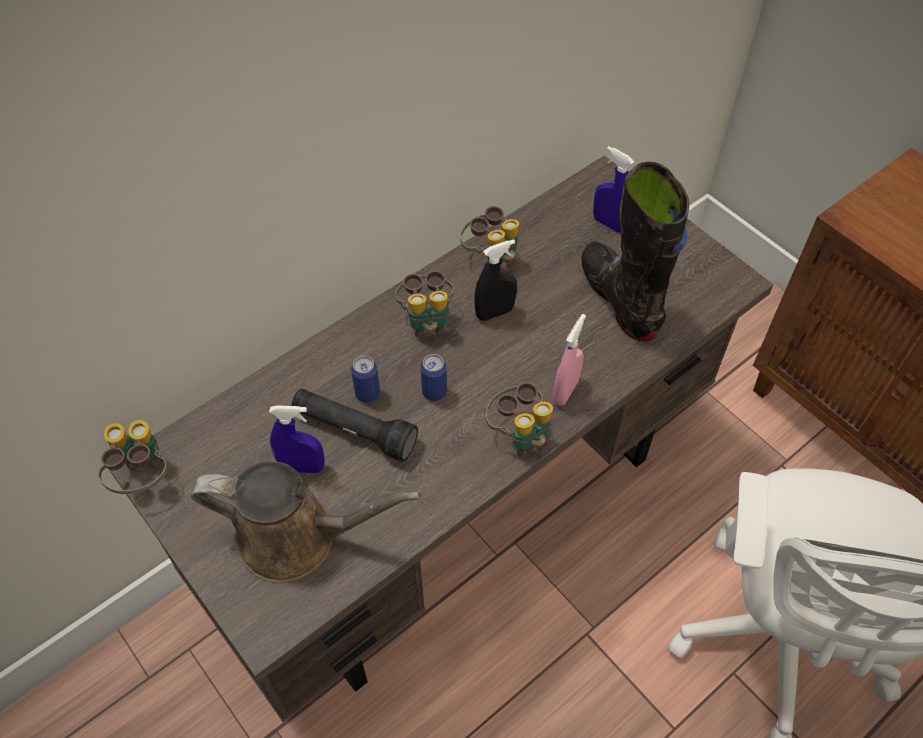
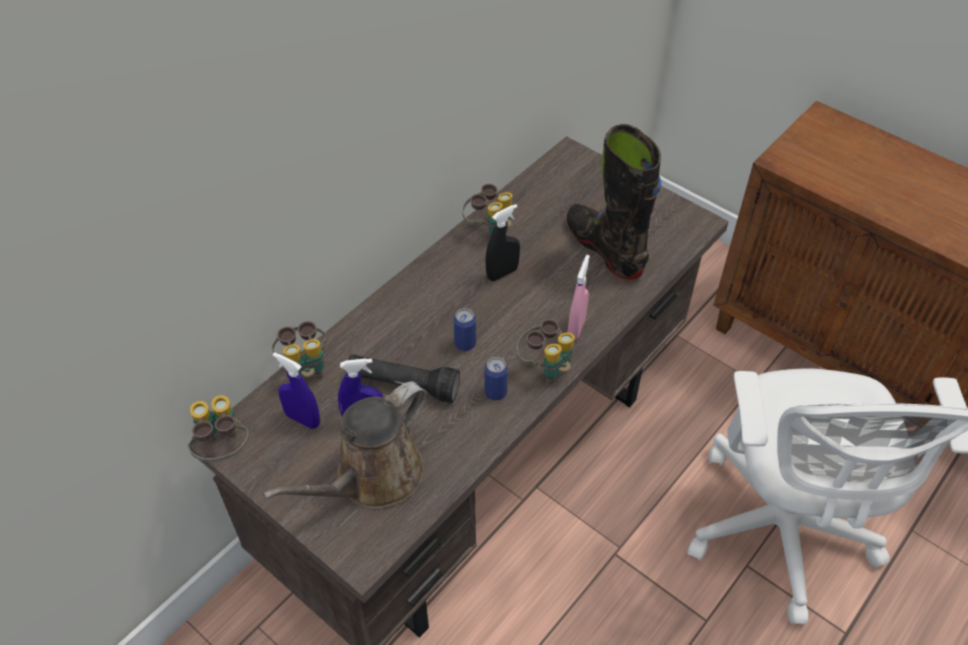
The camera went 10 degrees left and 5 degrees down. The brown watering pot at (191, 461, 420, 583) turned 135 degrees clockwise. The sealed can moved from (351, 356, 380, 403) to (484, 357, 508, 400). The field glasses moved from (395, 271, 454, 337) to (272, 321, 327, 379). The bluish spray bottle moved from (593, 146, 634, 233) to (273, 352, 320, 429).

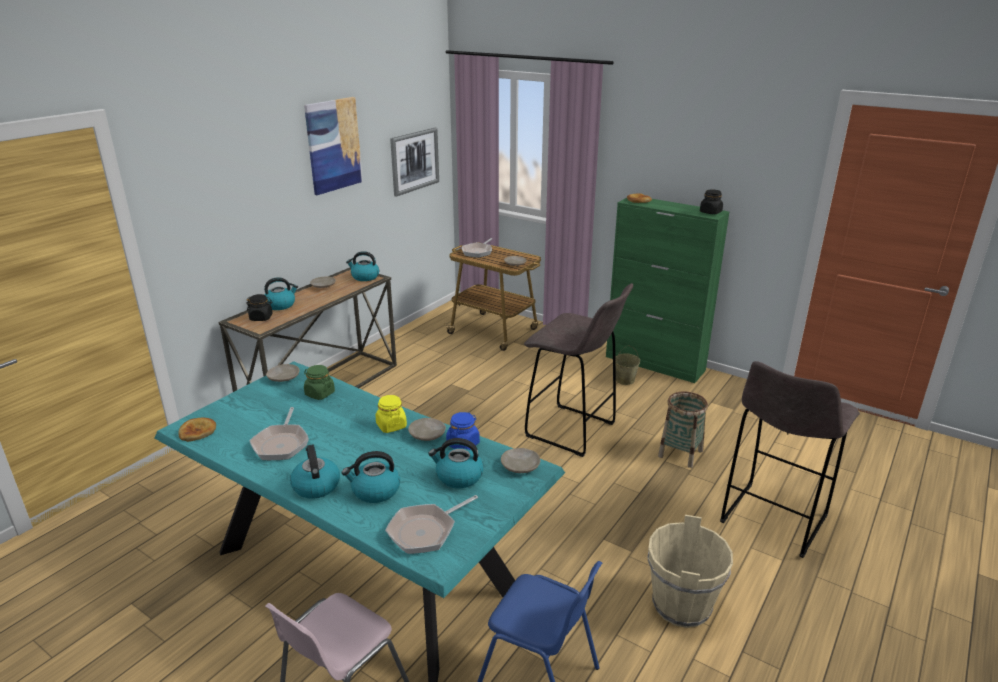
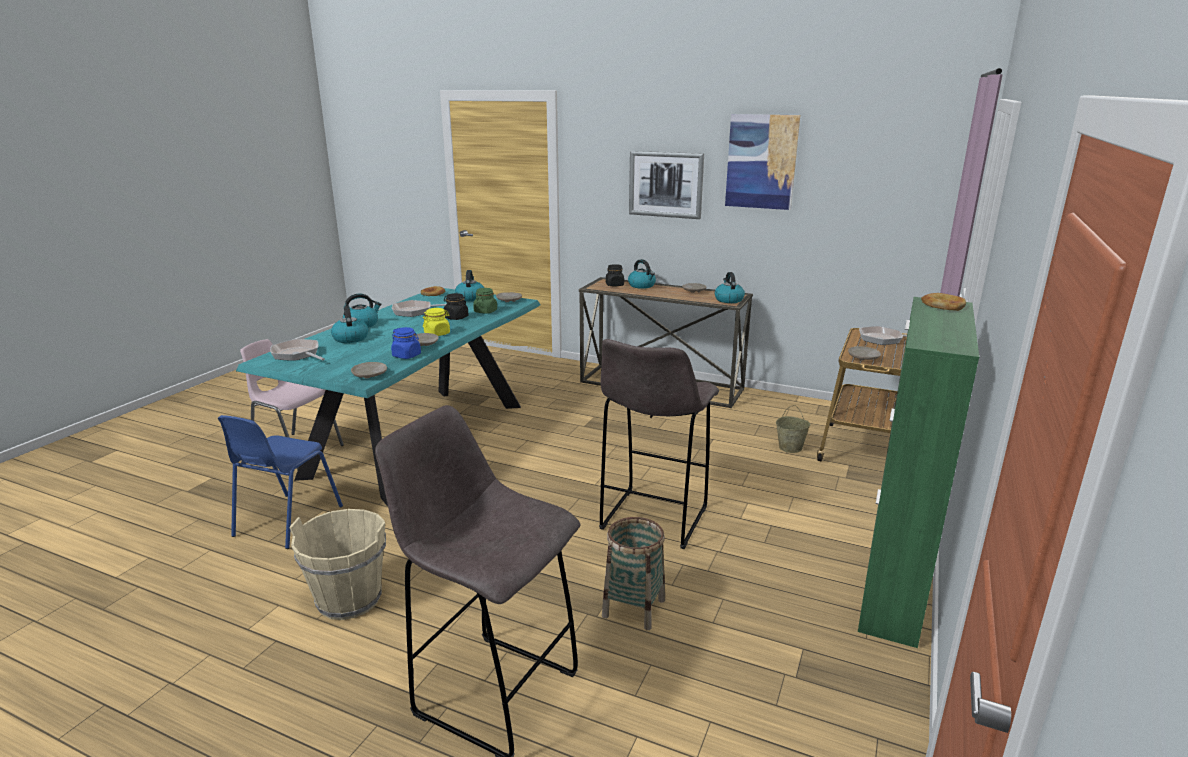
The camera went 80 degrees right and 5 degrees down. The wall picture moved from (390, 128, 439, 197) to (629, 151, 704, 219). The water kettle moved from (428, 438, 483, 488) to (455, 270, 484, 301). The beige bucket moved from (615, 345, 640, 385) to (776, 405, 811, 453). The black preserve jar moved from (700, 189, 723, 214) to (444, 293, 469, 320).

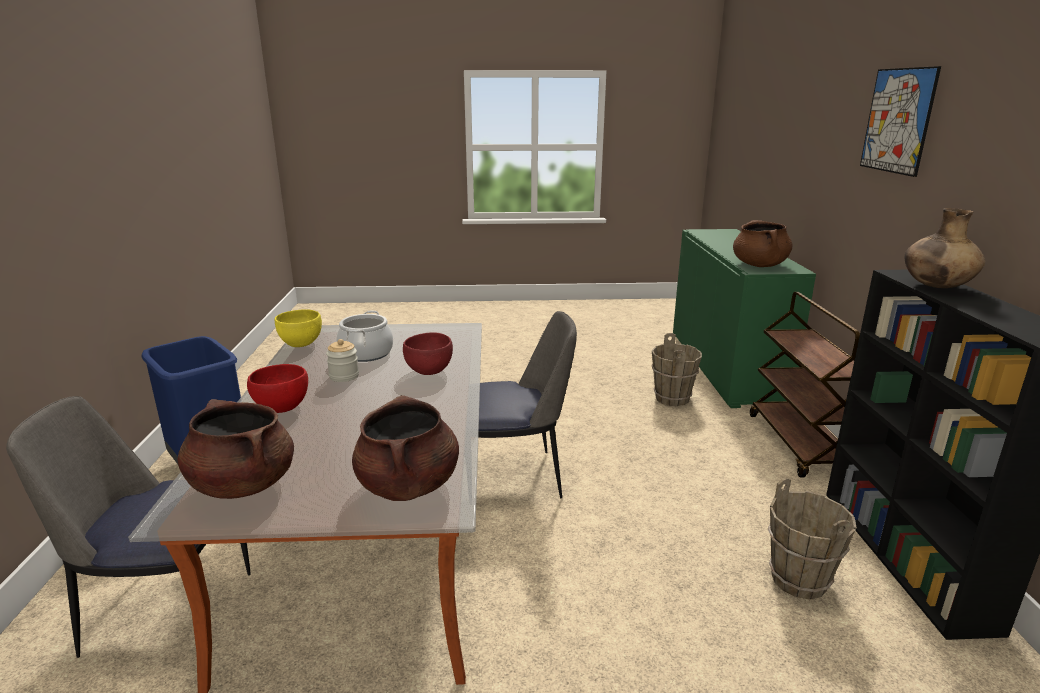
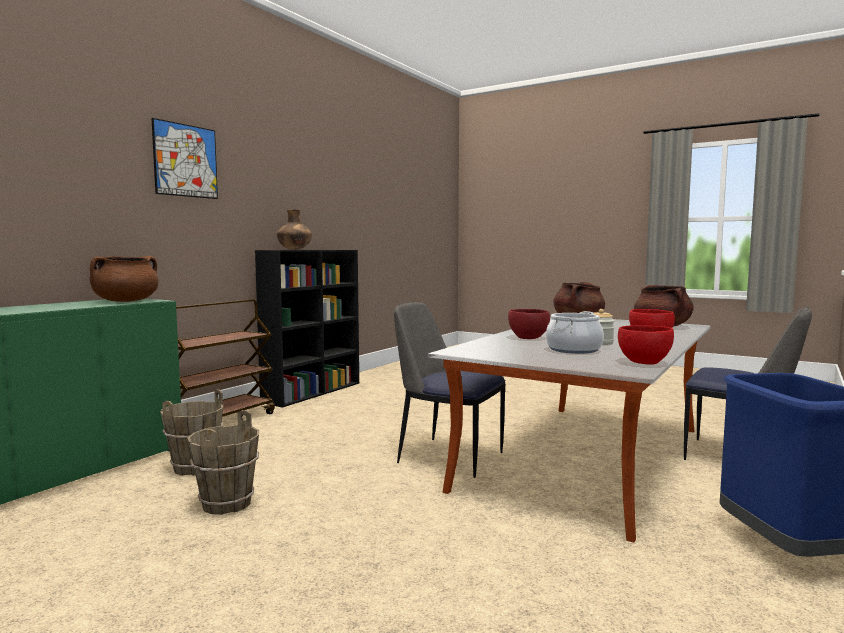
The camera went 145 degrees left and 15 degrees down. The yellowish serving bowl at (275, 309, 322, 347) became the red-coloured serving bowl at (618, 325, 674, 365). The brown bucket moved from (768, 478, 857, 599) to (187, 410, 259, 515).

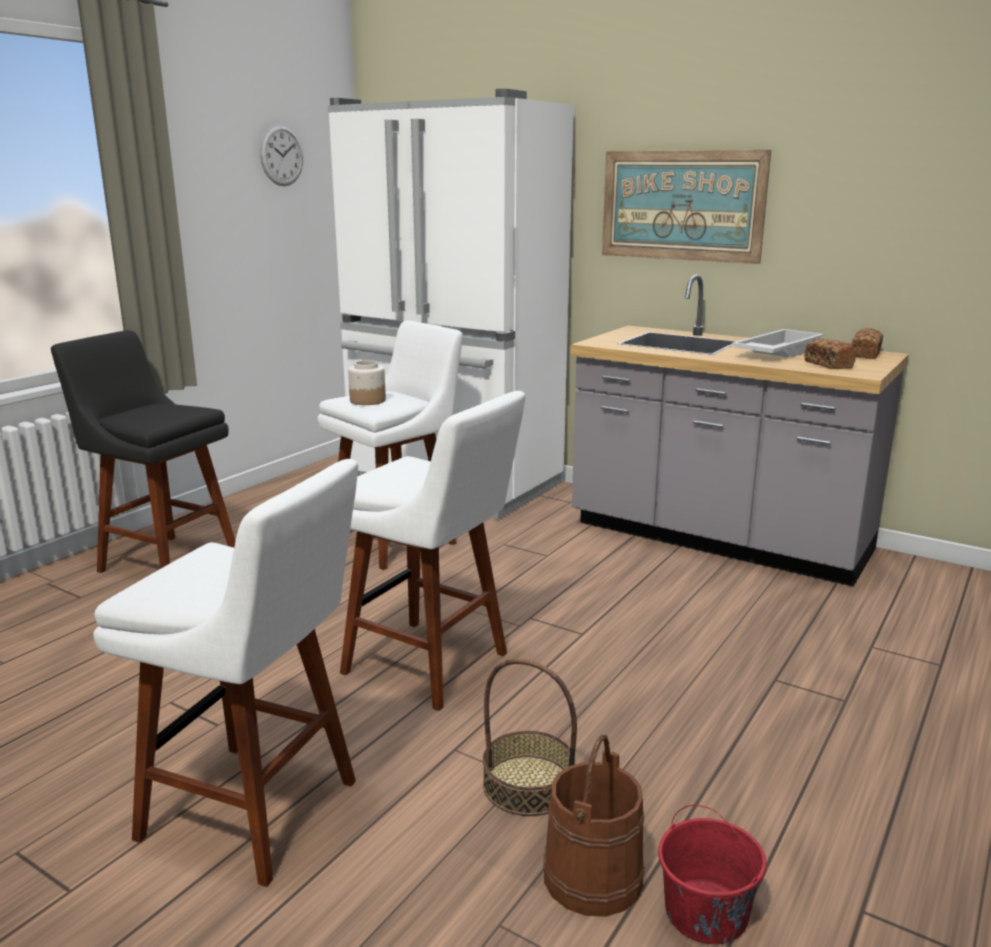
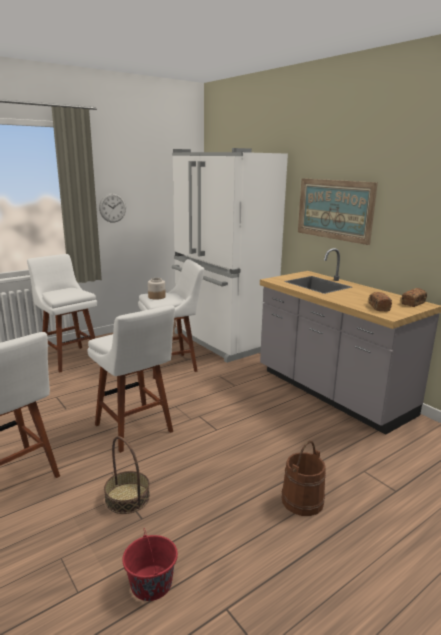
The camera went 20 degrees right and 0 degrees up. The black stool seat at (51, 330, 235, 573) became the whitish stool seat at (27, 254, 97, 373). The wall clock moved from (260, 124, 303, 186) to (99, 193, 126, 223). The brown bucket moved from (544, 735, 645, 917) to (281, 441, 326, 516). The whitish carrying tray at (732, 329, 824, 358) disappeared.

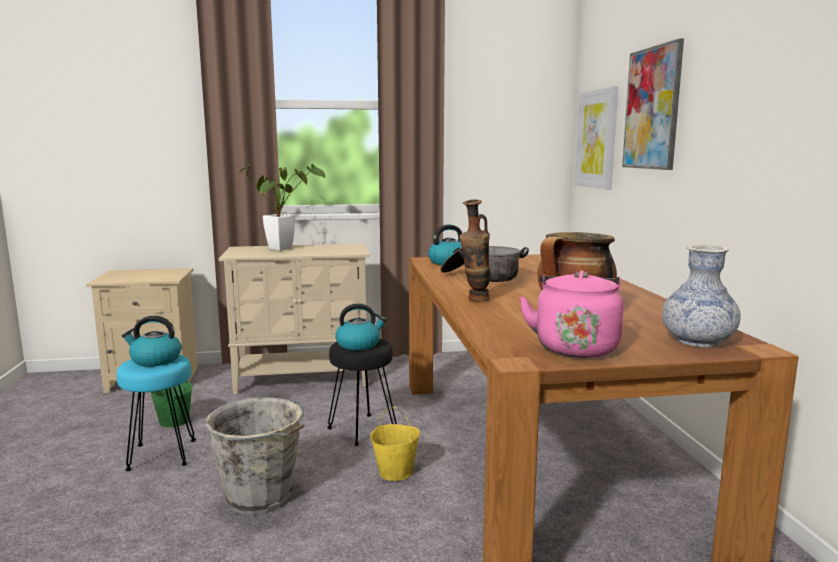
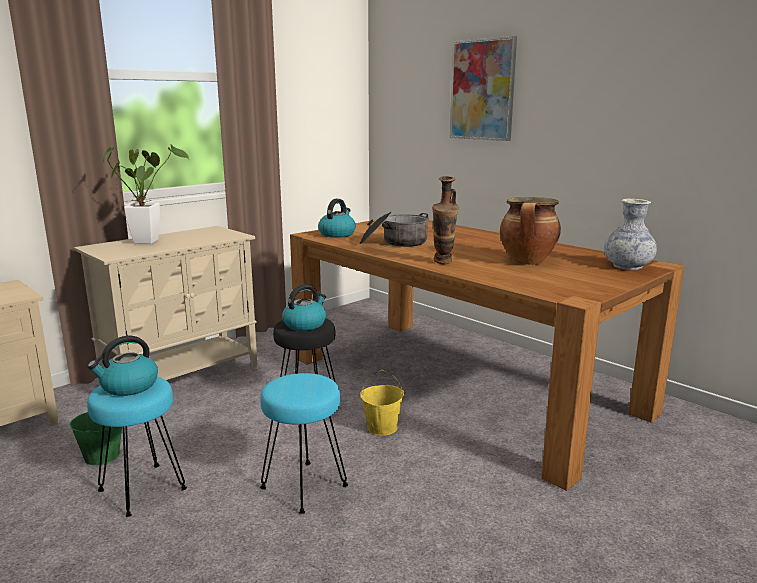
The camera went 35 degrees left and 5 degrees up. The greyish bucket at (205, 397, 304, 515) was replaced by the turquoise-coloured stool seat at (260, 373, 348, 514). The pink-coloured water kettle at (519, 270, 623, 358) disappeared. The wall picture at (575, 86, 618, 190) disappeared.

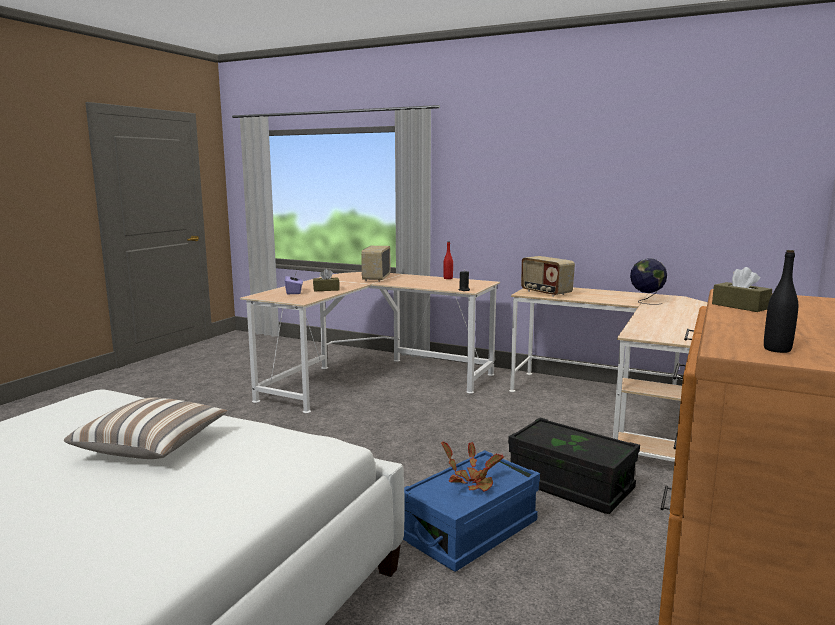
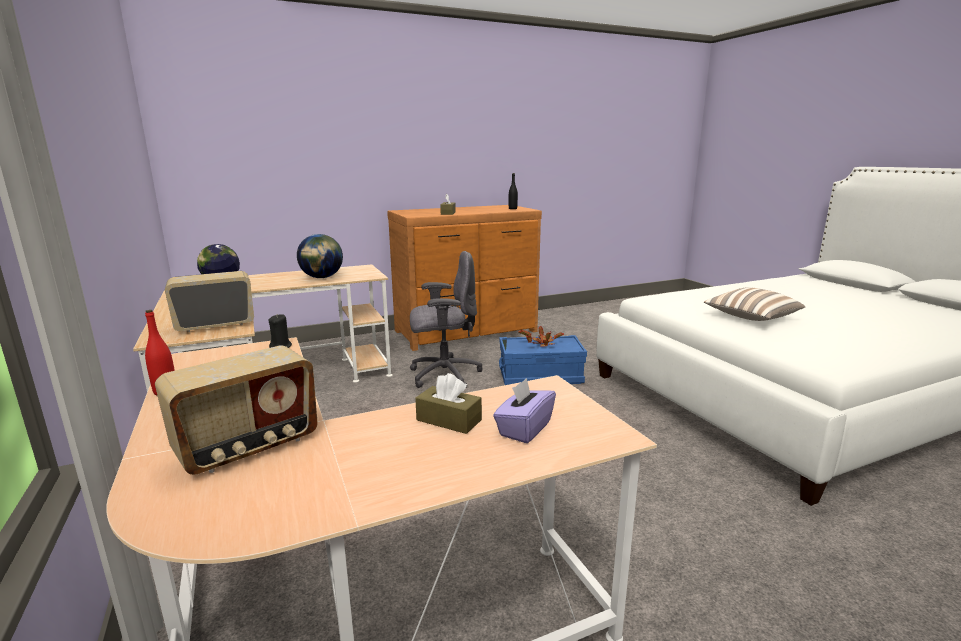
The camera went 140 degrees left and 5 degrees up. The black storage container at (508, 418, 640, 514) was replaced by the greyish office chair at (410, 251, 483, 389). The radio set at (521, 256, 575, 297) turned 120 degrees counterclockwise. The world globe at (297, 234, 343, 278) appeared.

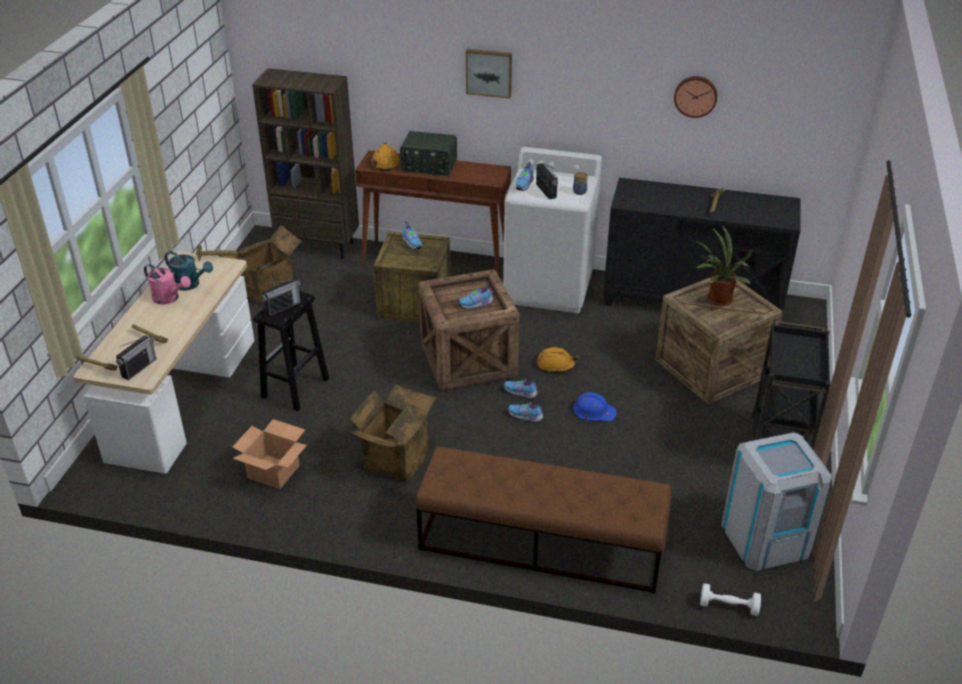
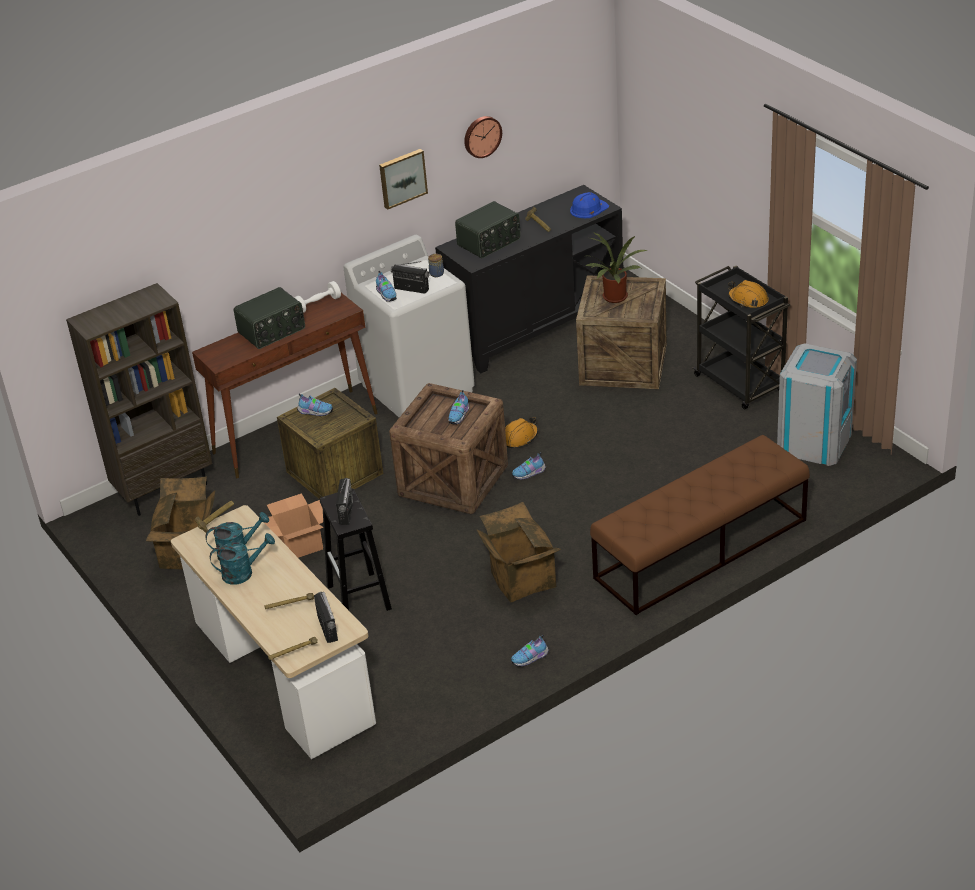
The camera went 45 degrees left and 0 degrees up. The pink-coloured watering pot at (144, 264, 191, 305) became the turquoise-coloured watering pot at (210, 533, 275, 585). The carton moved from (233, 419, 307, 489) to (264, 493, 323, 558). The orangey safety helmet moved from (371, 143, 400, 171) to (728, 280, 769, 308). The wall picture moved from (466, 49, 512, 99) to (379, 149, 428, 210). The shoe moved from (508, 402, 544, 423) to (511, 635, 549, 667). The bluish safety helmet moved from (573, 392, 616, 421) to (570, 192, 609, 218). The whitish hand weight moved from (700, 583, 761, 616) to (294, 281, 341, 313). The radio set at (455, 201, 521, 258) appeared.

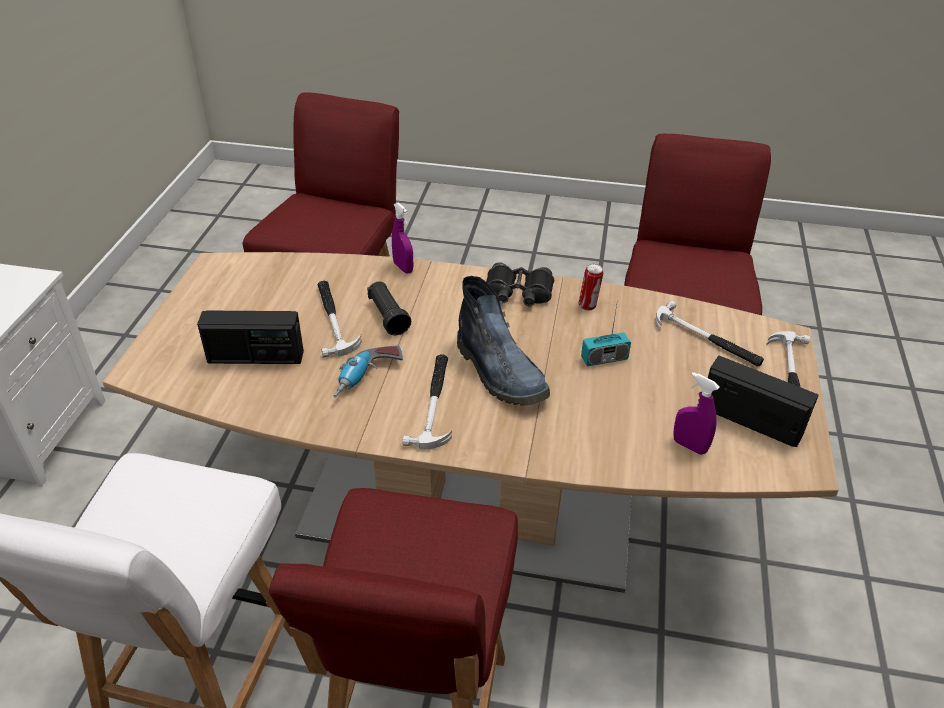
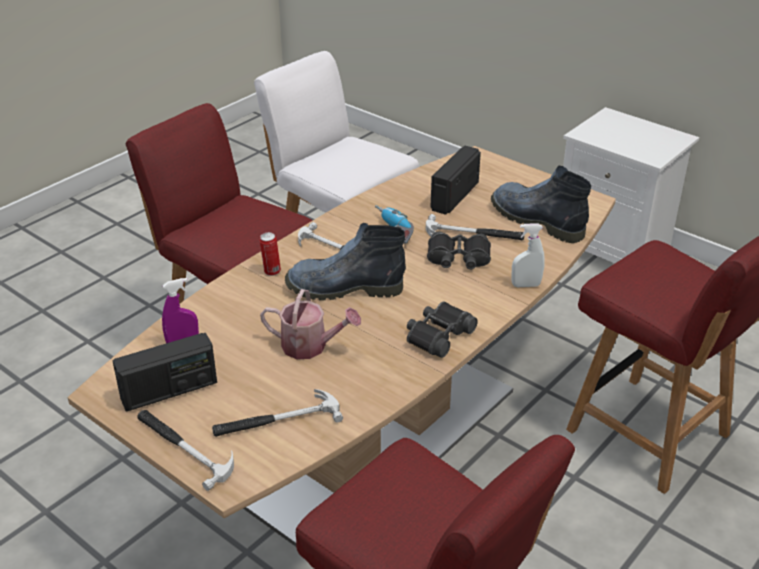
The camera went 120 degrees right and 5 degrees down. The black torch at (367, 282, 411, 335) was replaced by the black field glasses at (427, 232, 491, 269). The purple-coloured spray bottle at (392, 203, 413, 274) became the whitish spray bottle at (511, 223, 545, 287). The sealed can moved from (579, 264, 603, 311) to (259, 232, 281, 276). The radio set at (581, 299, 631, 366) was replaced by the watering pot at (260, 289, 361, 359). The tall boot at (491, 166, 591, 243) appeared.

